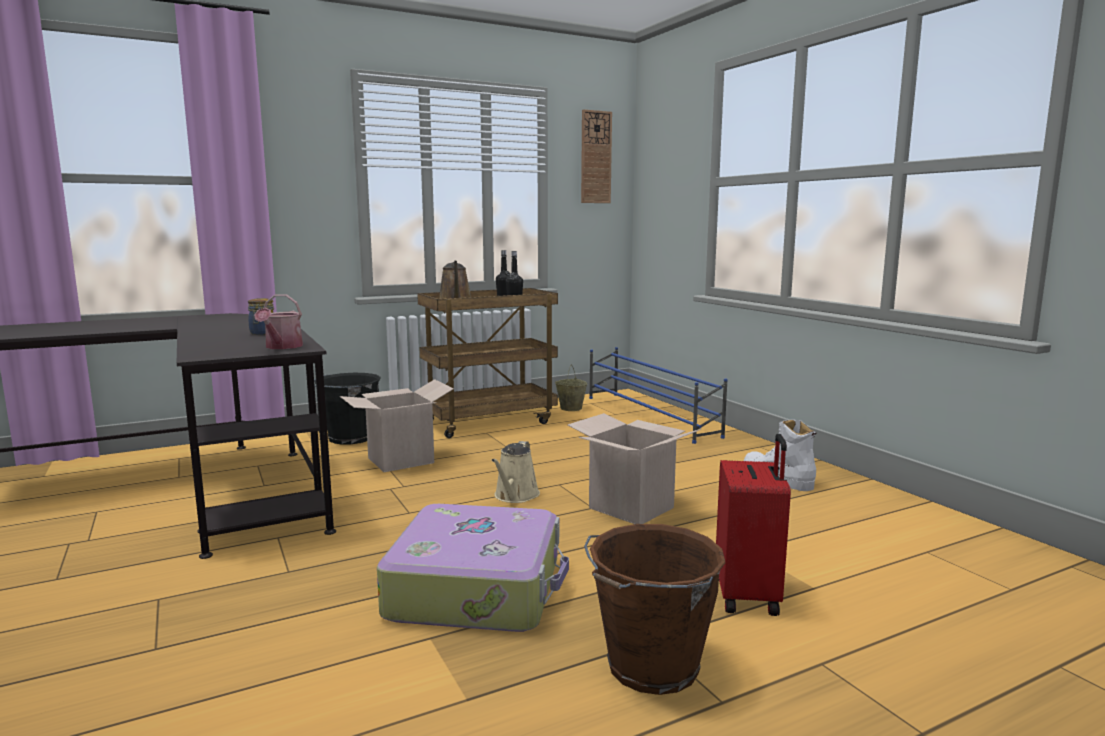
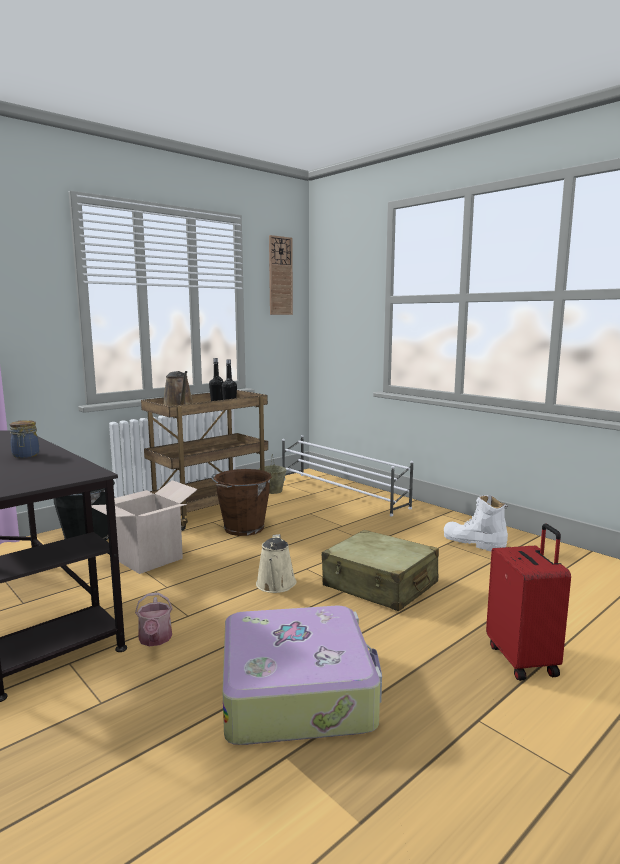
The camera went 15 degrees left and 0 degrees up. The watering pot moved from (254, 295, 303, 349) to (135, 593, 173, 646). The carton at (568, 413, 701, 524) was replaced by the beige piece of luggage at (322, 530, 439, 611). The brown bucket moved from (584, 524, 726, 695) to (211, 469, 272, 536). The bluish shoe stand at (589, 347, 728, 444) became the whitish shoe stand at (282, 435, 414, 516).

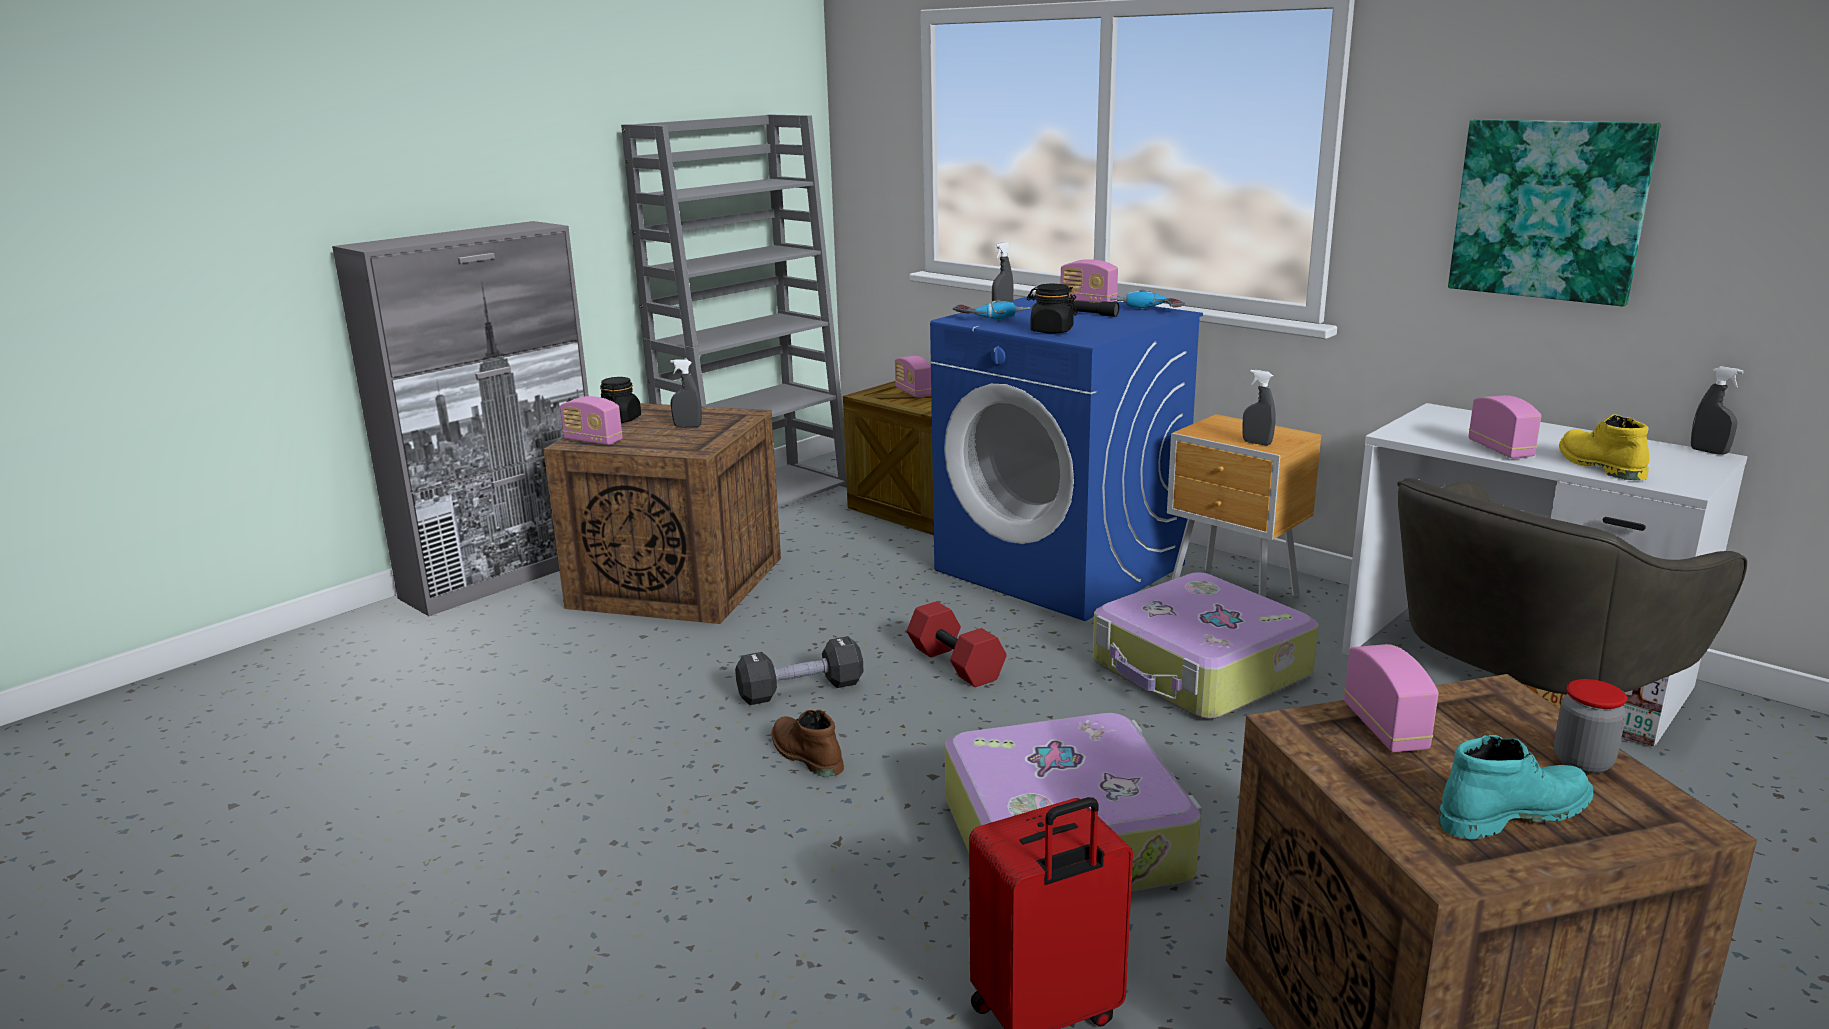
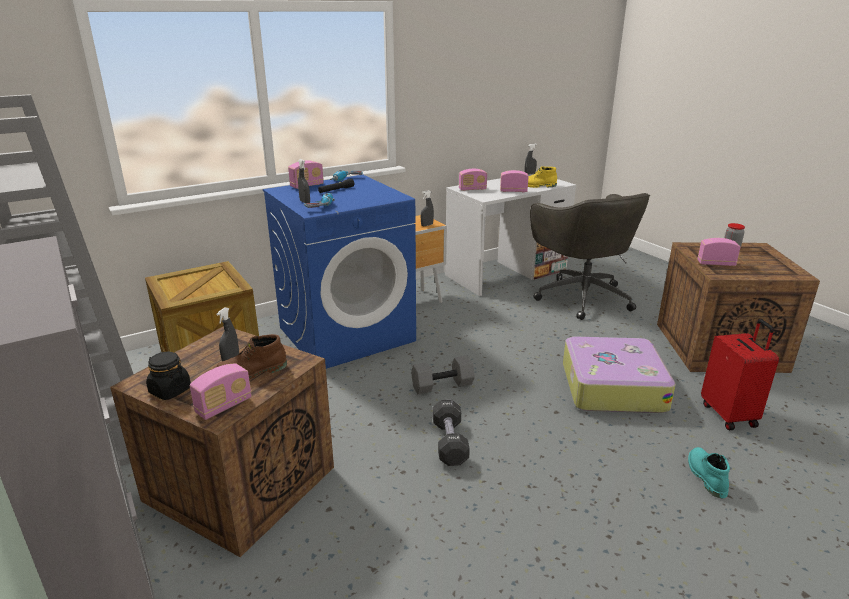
The camera went 75 degrees left and 5 degrees up. The brown tall boot moved from (771, 710, 844, 777) to (217, 334, 287, 380). The radio set moved from (895, 356, 931, 398) to (459, 169, 487, 191). The red-coloured hand weight at (907, 601, 1007, 687) became the greyish hand weight at (411, 356, 475, 394). The black preserve jar at (1027, 283, 1077, 334) disappeared. The piece of luggage at (1093, 572, 1319, 719) disappeared. The turquoise-coloured tall boot moved from (1438, 735, 1593, 840) to (688, 447, 730, 498). The wall picture at (1448, 119, 1661, 306) disappeared.

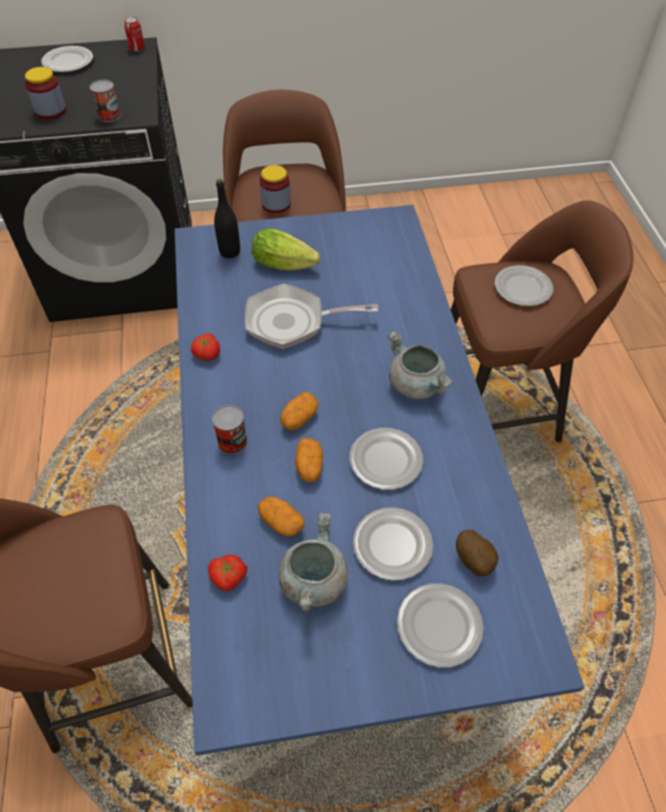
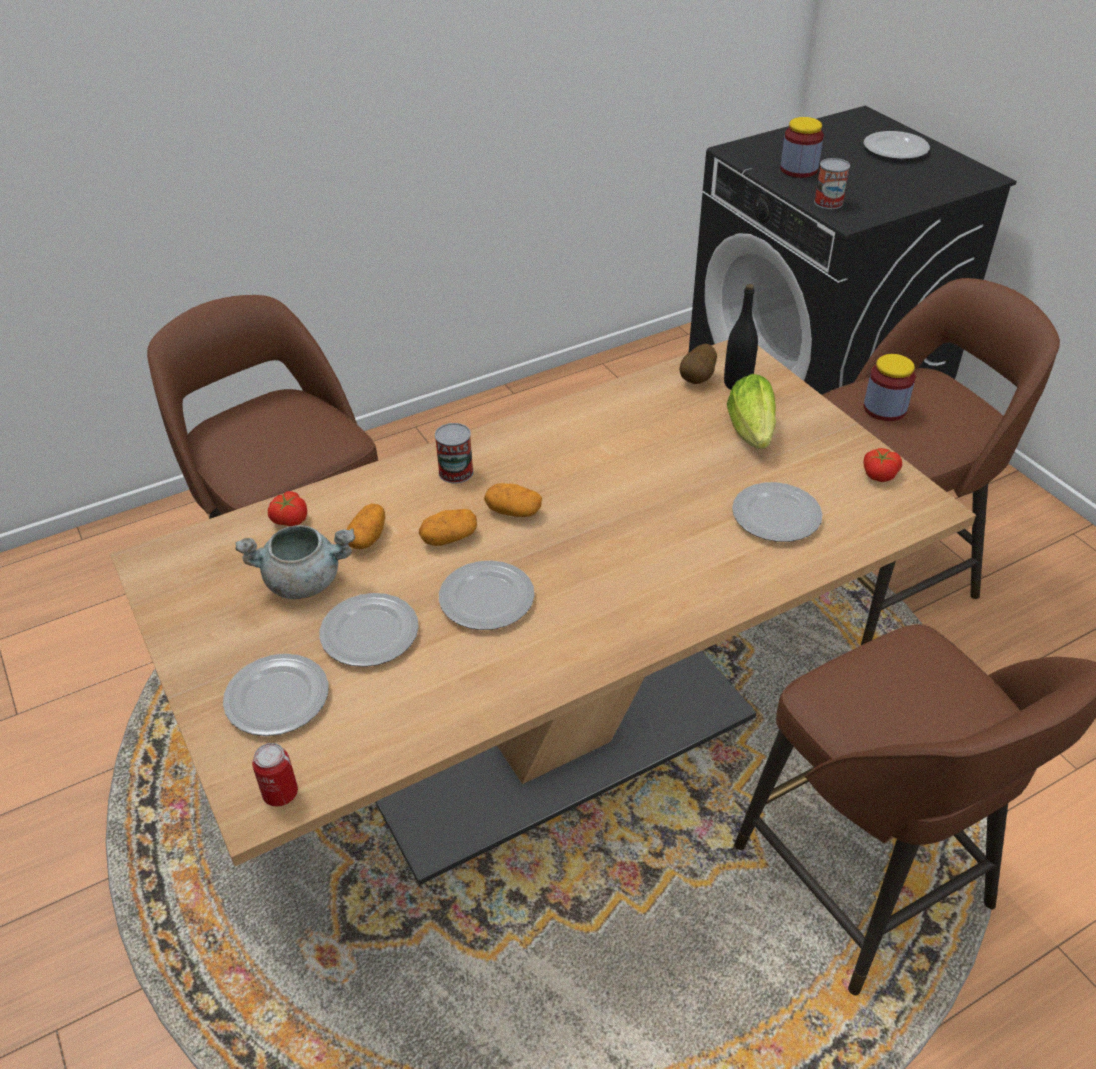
The camera went 70 degrees right and 10 degrees down. The sealed can moved from (124, 16, 145, 52) to (252, 743, 298, 807). The bluish kitchen table at (175, 205, 584, 756) became the beige kitchen table at (110, 340, 976, 885). The fresh tomato moved from (191, 333, 220, 361) to (863, 448, 902, 482). The pan at (244, 284, 378, 349) disappeared. The greyish saucepot at (388, 331, 454, 399) disappeared. The whole potato moved from (456, 530, 498, 576) to (680, 344, 717, 384). The dinner plate moved from (495, 265, 553, 306) to (732, 482, 823, 542).

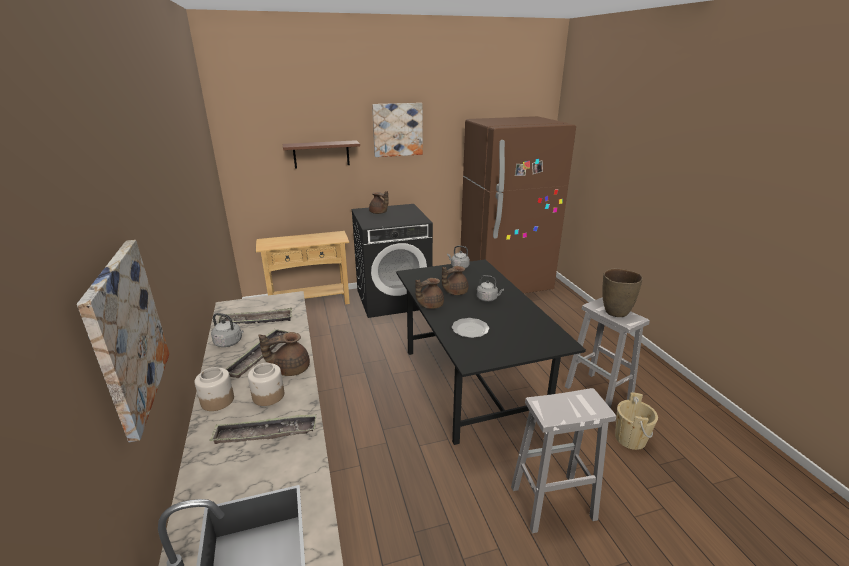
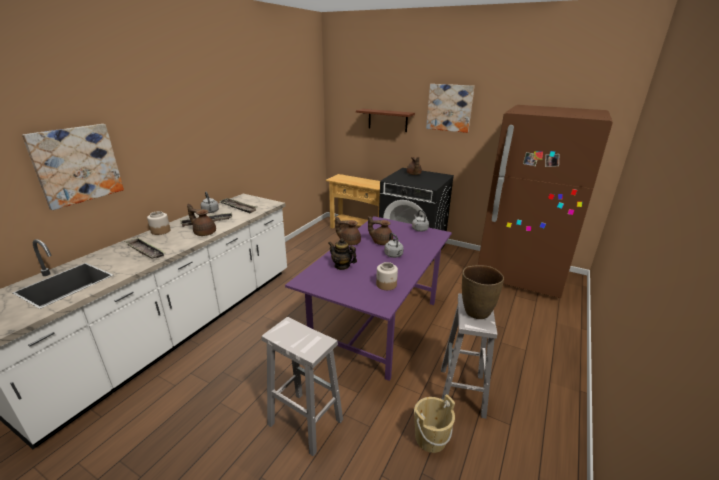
The camera went 45 degrees right and 0 degrees up. The preserve jar moved from (248, 363, 284, 406) to (376, 262, 398, 290). The black kitchen table at (396, 259, 586, 445) became the purple-coloured kitchen table at (285, 216, 452, 381). The dinner plate at (452, 318, 490, 338) was replaced by the teapot at (329, 238, 357, 270).

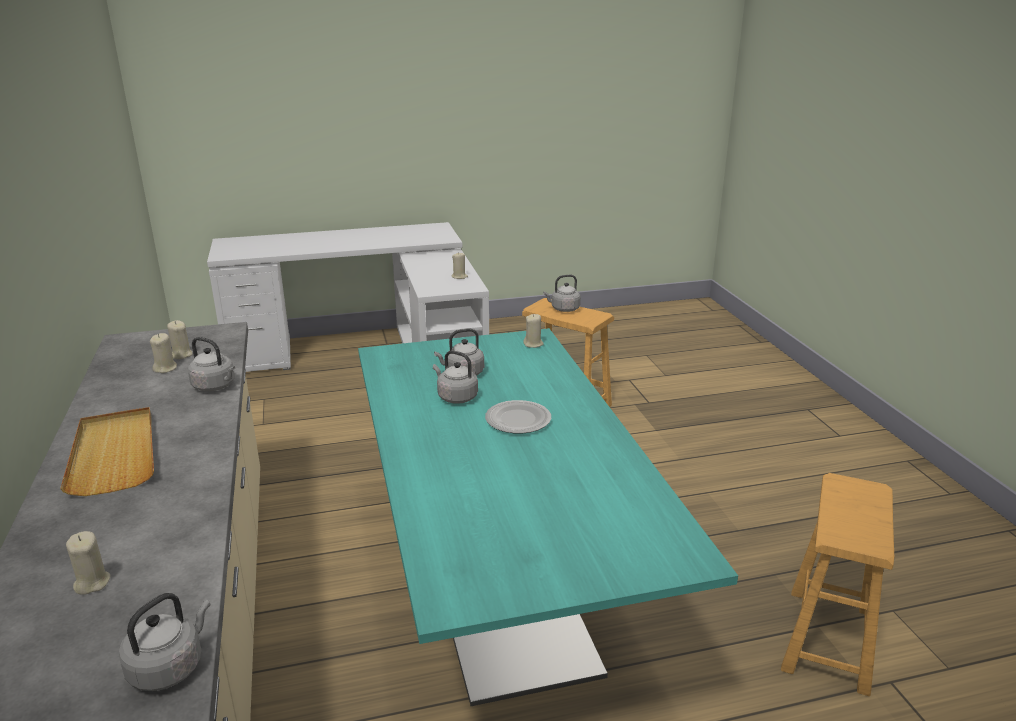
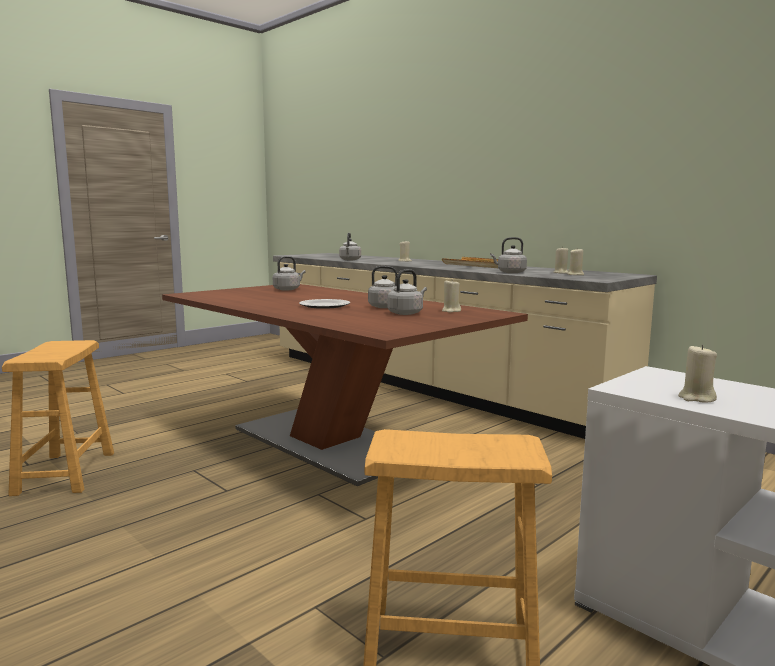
The camera went 150 degrees right and 15 degrees down. The turquoise-coloured kitchen table at (358, 328, 738, 706) became the brown kitchen table at (162, 284, 528, 486). The beige wax light moved from (523, 314, 544, 348) to (442, 281, 461, 313). The greyish water kettle moved from (543, 275, 581, 312) to (273, 256, 306, 291).

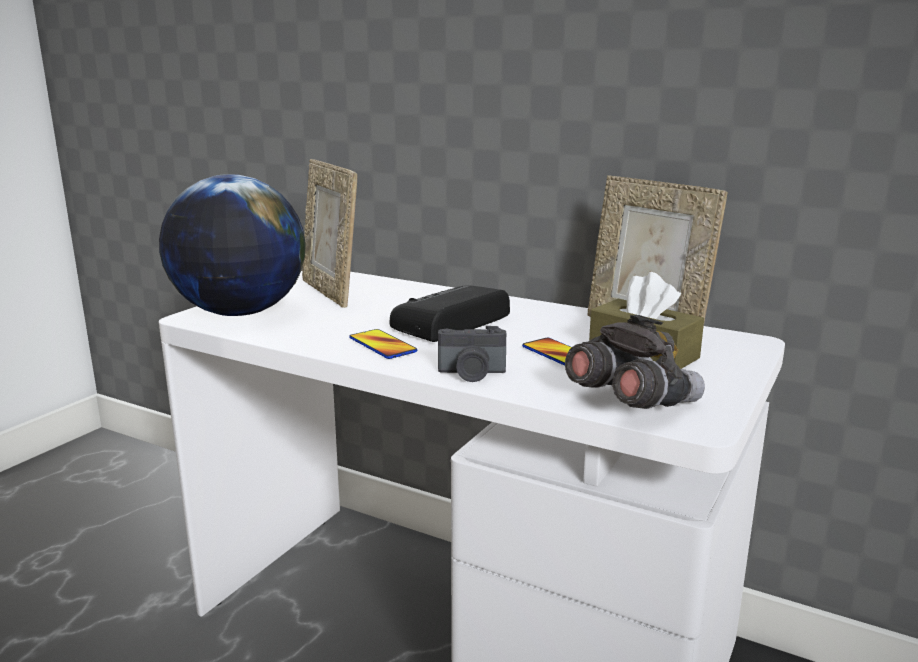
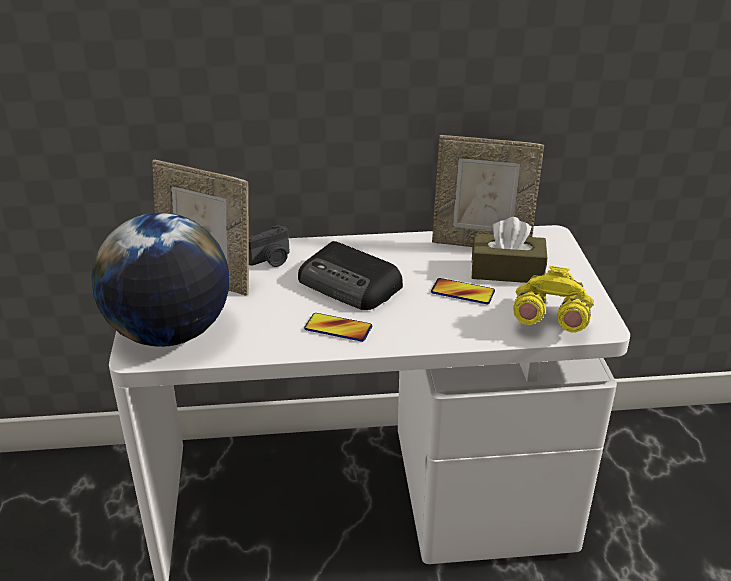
The camera went 35 degrees left and 15 degrees up. The radio set at (390, 285, 510, 342) turned 60 degrees counterclockwise. The still camera moved from (438, 326, 506, 382) to (249, 225, 289, 267). The greyish field glasses at (565, 314, 705, 409) became the yellowish field glasses at (513, 266, 594, 333).

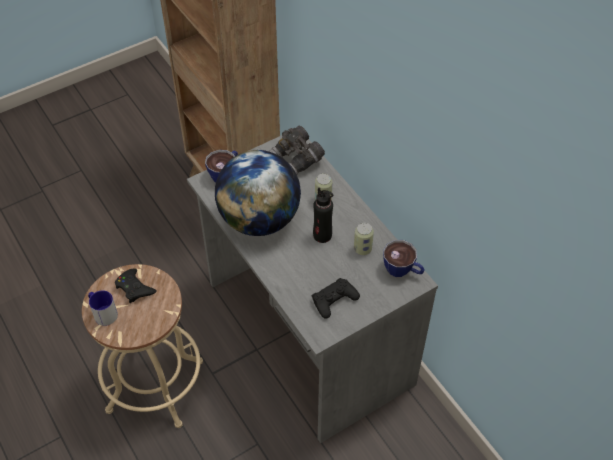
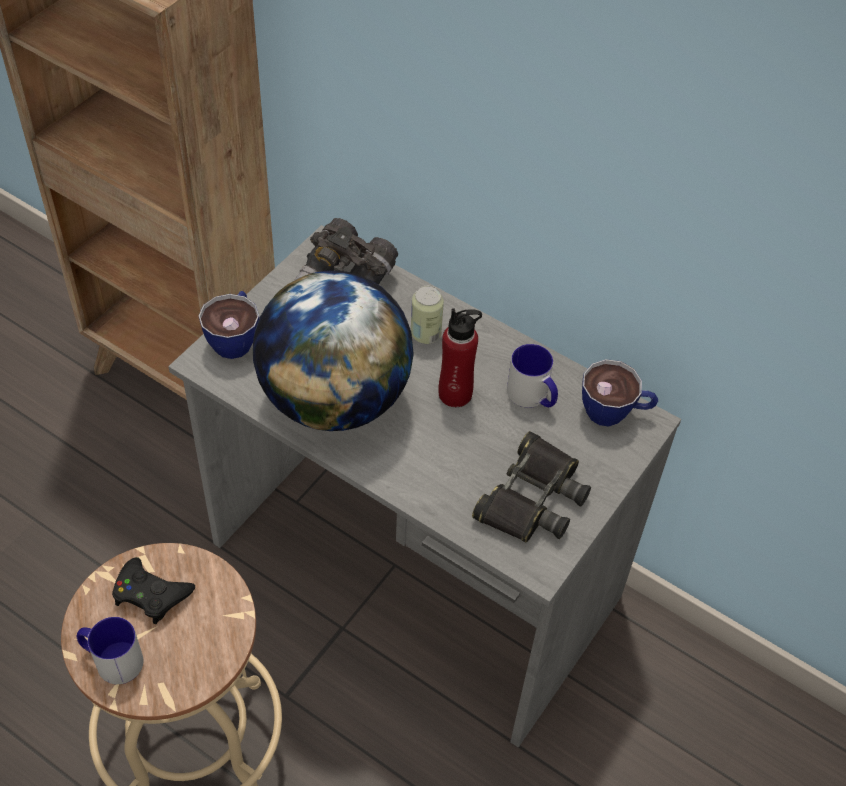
The camera went 25 degrees left and 0 degrees up. The black joypad at (312, 278, 360, 319) was replaced by the black field glasses at (472, 431, 591, 542). The black beverage bottle at (313, 188, 333, 243) became the red-coloured beverage bottle at (438, 308, 482, 407). The sealed can at (354, 223, 374, 255) was replaced by the mug at (507, 344, 558, 408).

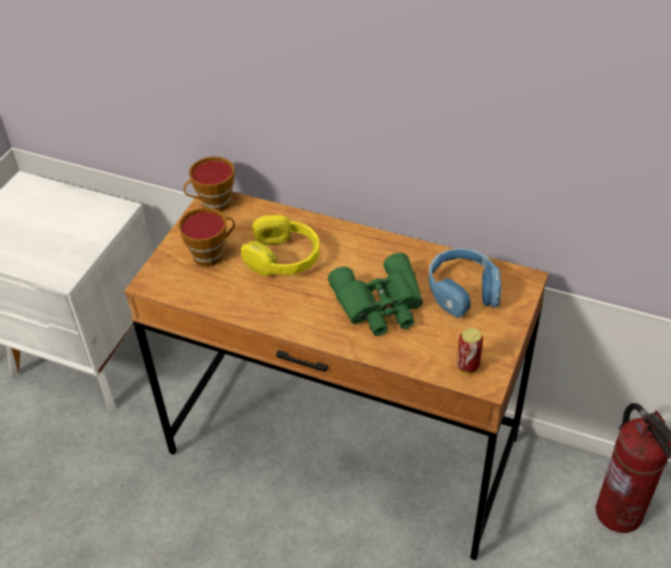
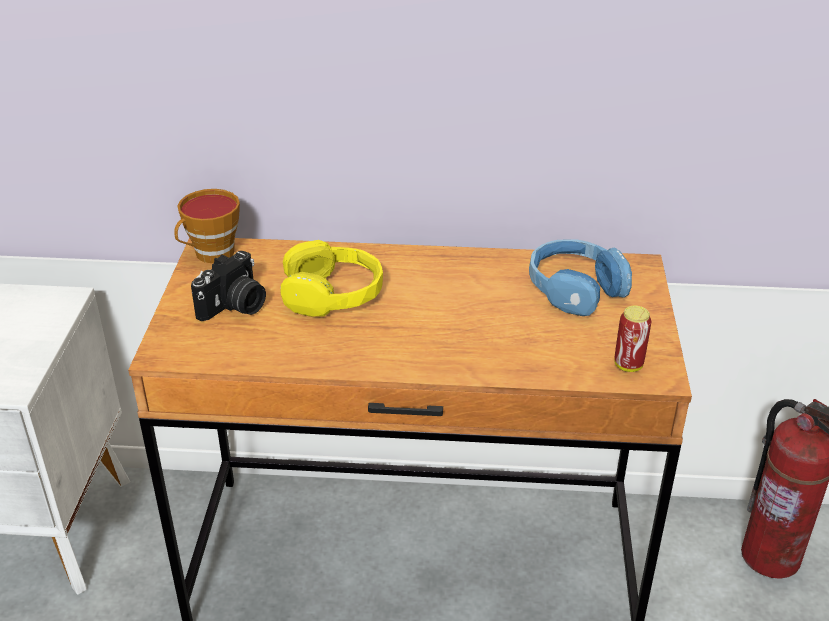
The camera went 20 degrees left and 10 degrees down. The cup at (178, 208, 235, 267) was replaced by the still camera at (191, 251, 266, 321). The greenish field glasses at (328, 253, 423, 336) disappeared.

